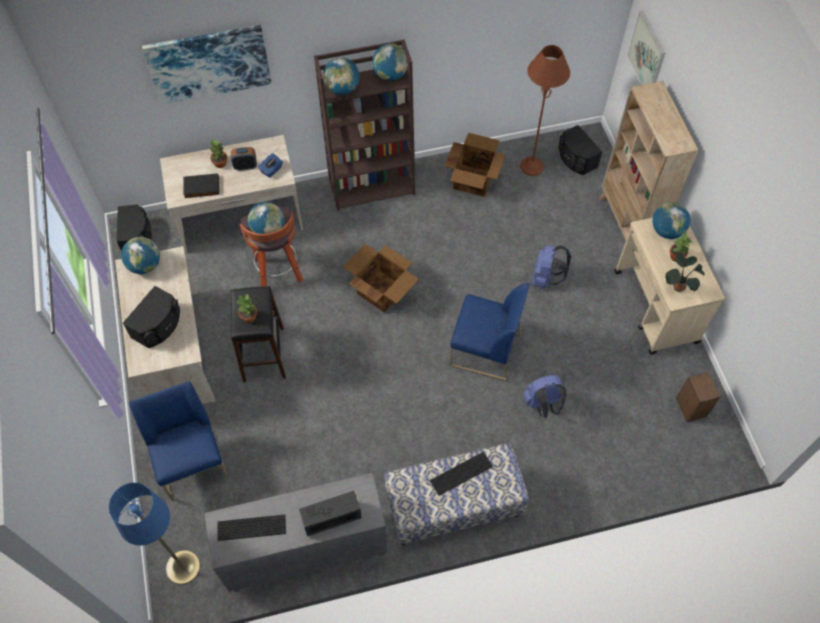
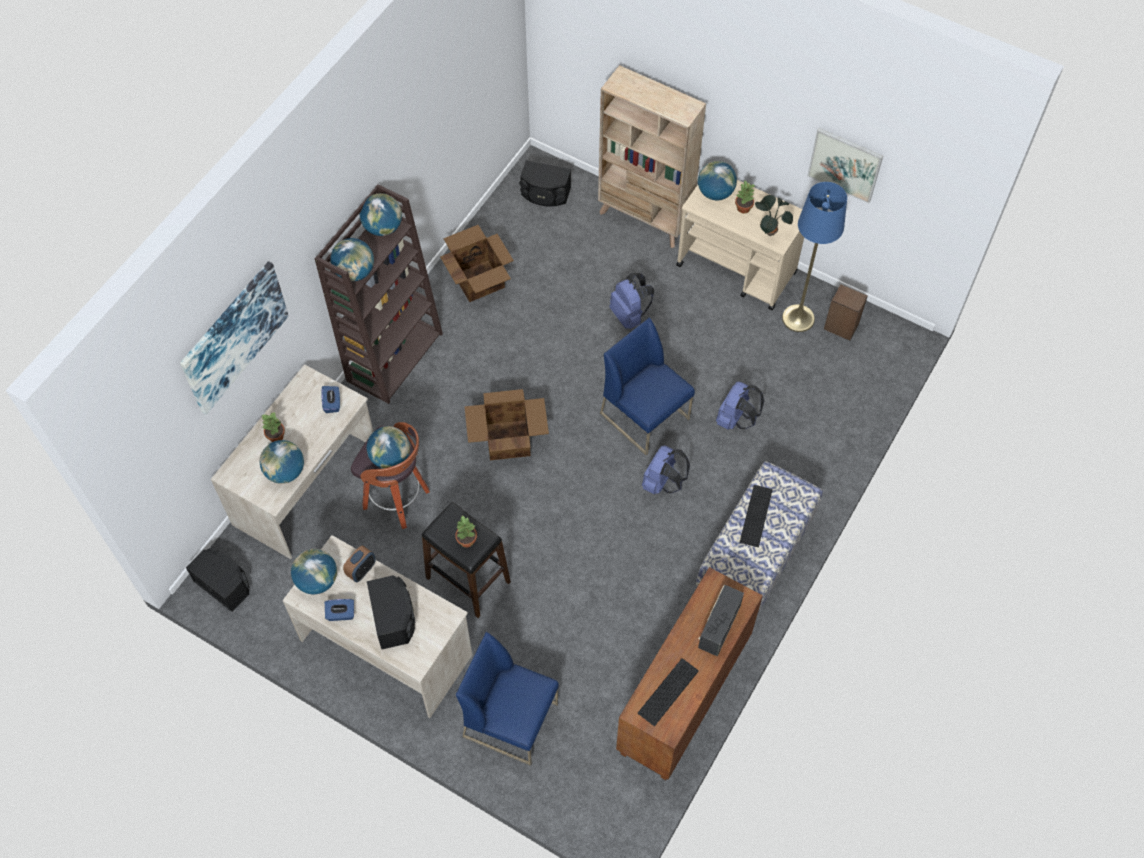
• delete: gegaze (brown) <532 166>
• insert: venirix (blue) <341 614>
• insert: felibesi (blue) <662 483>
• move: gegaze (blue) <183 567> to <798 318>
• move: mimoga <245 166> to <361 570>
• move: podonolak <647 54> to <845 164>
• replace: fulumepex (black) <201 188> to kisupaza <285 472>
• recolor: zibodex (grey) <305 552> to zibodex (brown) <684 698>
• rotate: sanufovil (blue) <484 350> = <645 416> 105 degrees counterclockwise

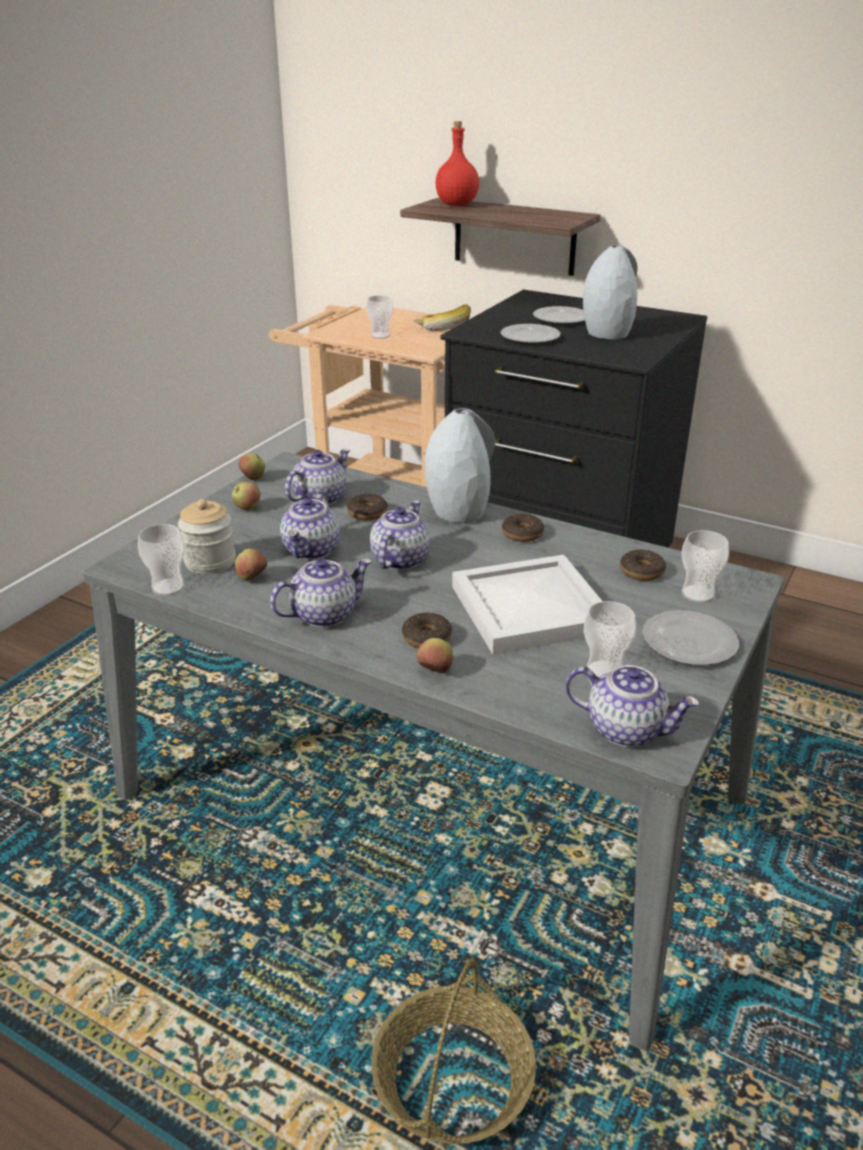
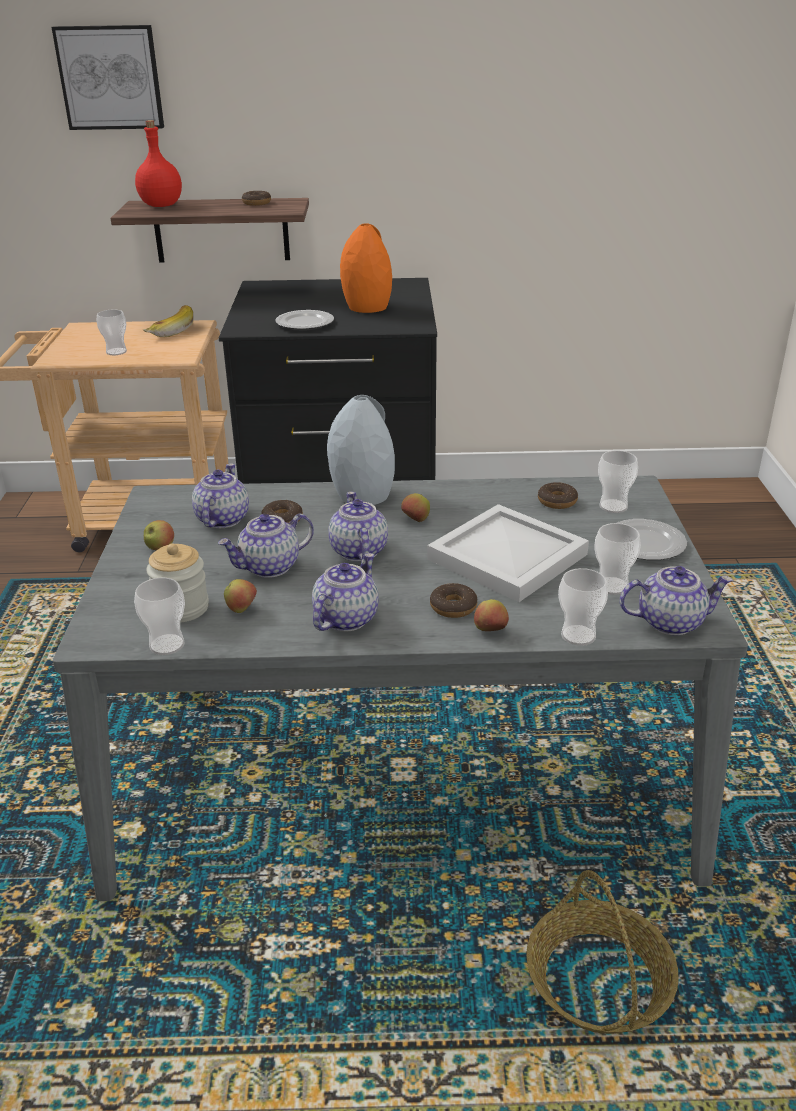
• delete: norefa <561 319>
• insert: podonolak <110 78>
• insert: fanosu <578 635>
• move: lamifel <253 479> to <415 520>
• move: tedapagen <522 534> to <256 203>
• recolor: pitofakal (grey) <607 333> to pitofakal (orange) <366 307>
• rotate: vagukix <312 550> = <269 567> 75 degrees clockwise

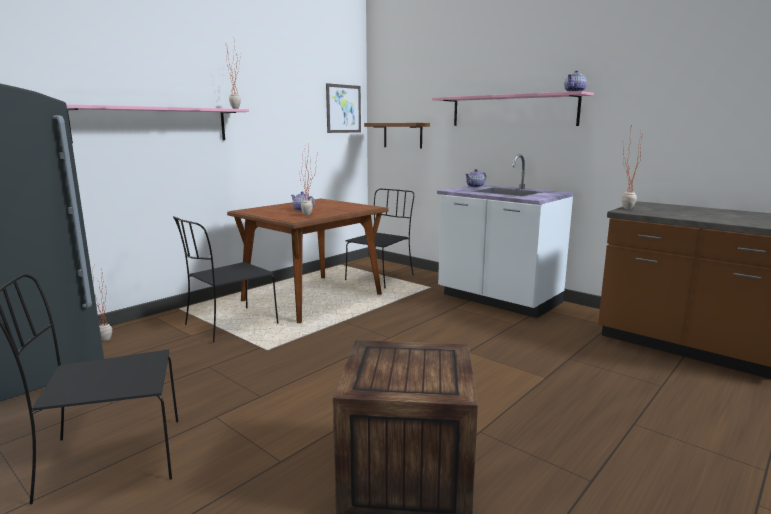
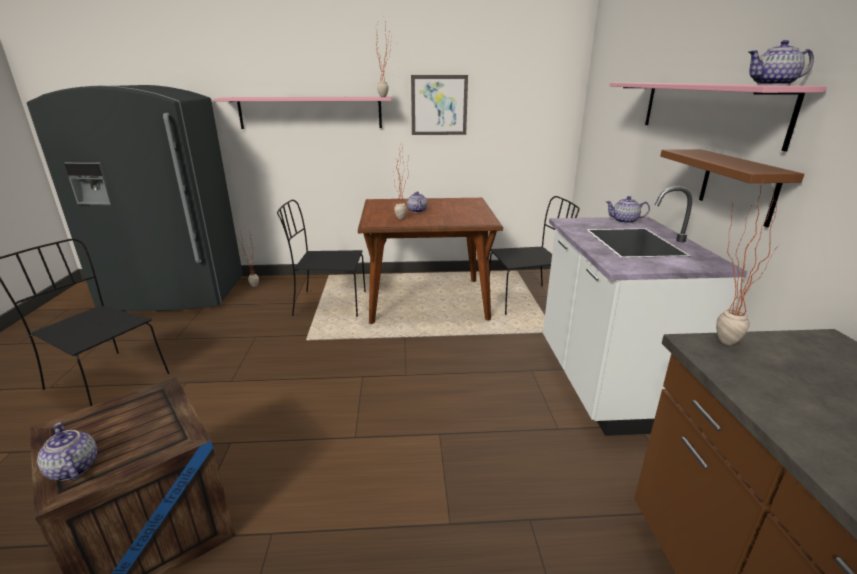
• insert: vagukix <73 469>
• move: podonolak <343 108> to <439 105>
• move: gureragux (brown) <402 135> to <738 186>

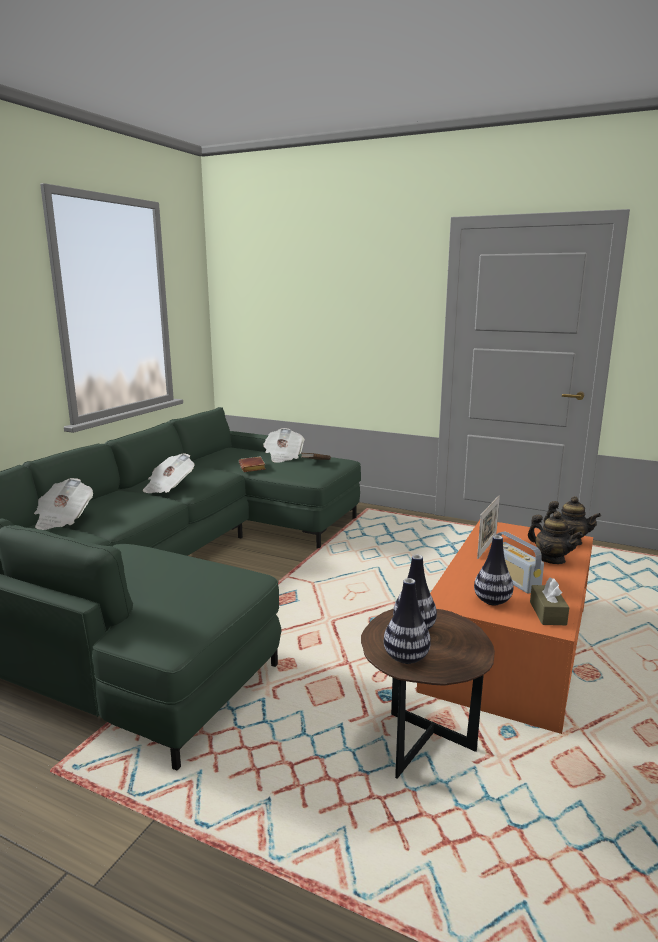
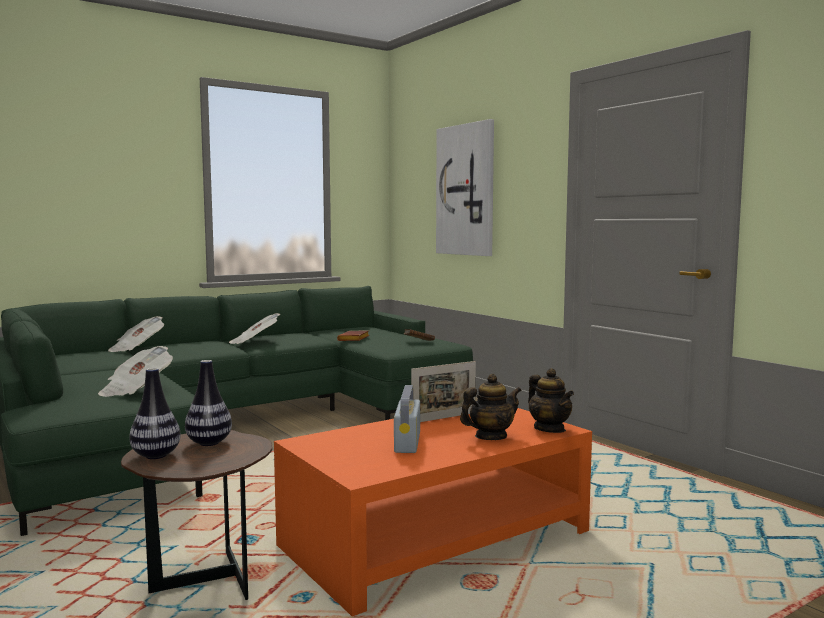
• delete: pitofakal <492 601>
• delete: venirix (brown) <547 613>
• insert: podonolak <466 190>
• move: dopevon <283 456> to <136 390>
• rotate: vagukix <551 559> = <490 437> 105 degrees counterclockwise

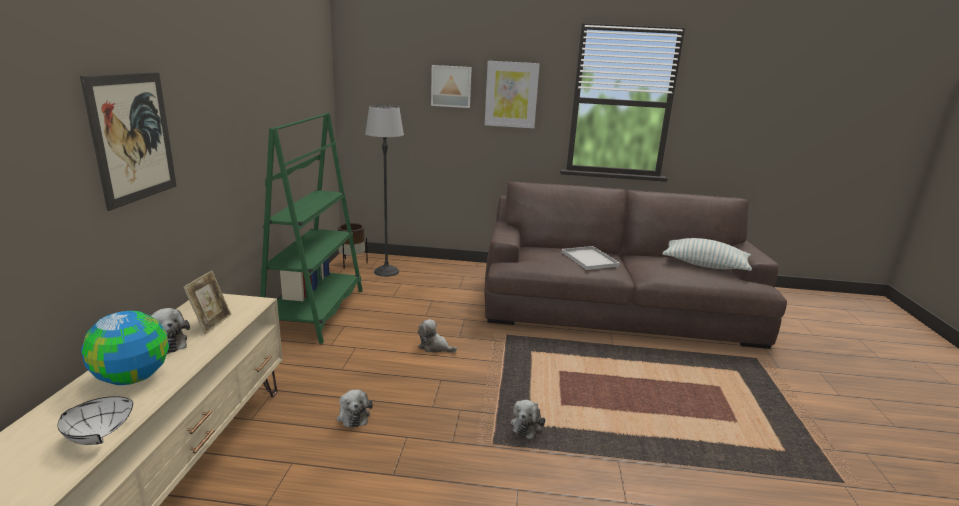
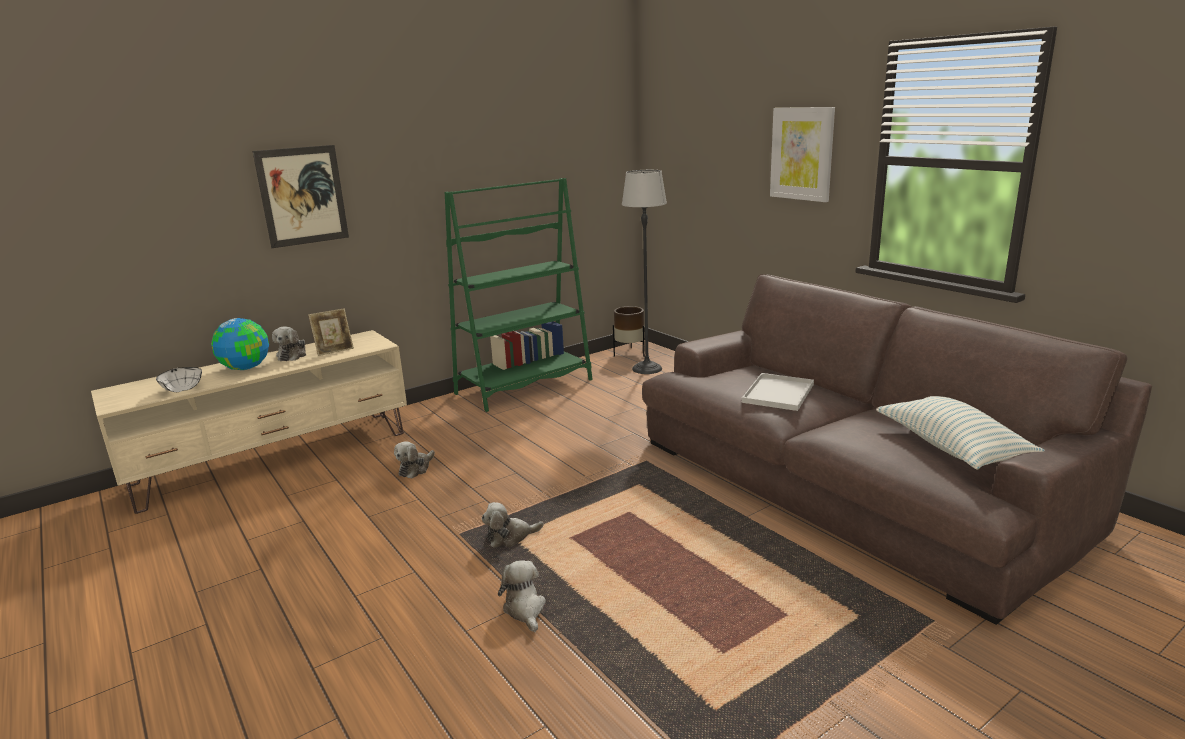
• delete: podonolak <451 86>
• move: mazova <434 347> to <525 609>

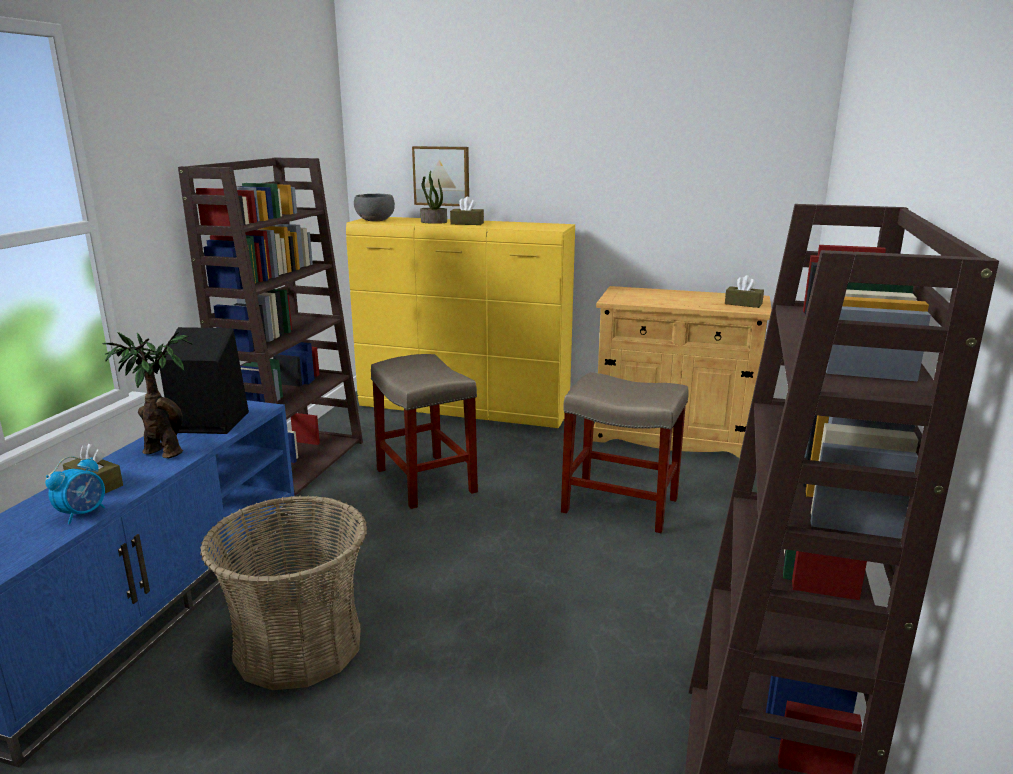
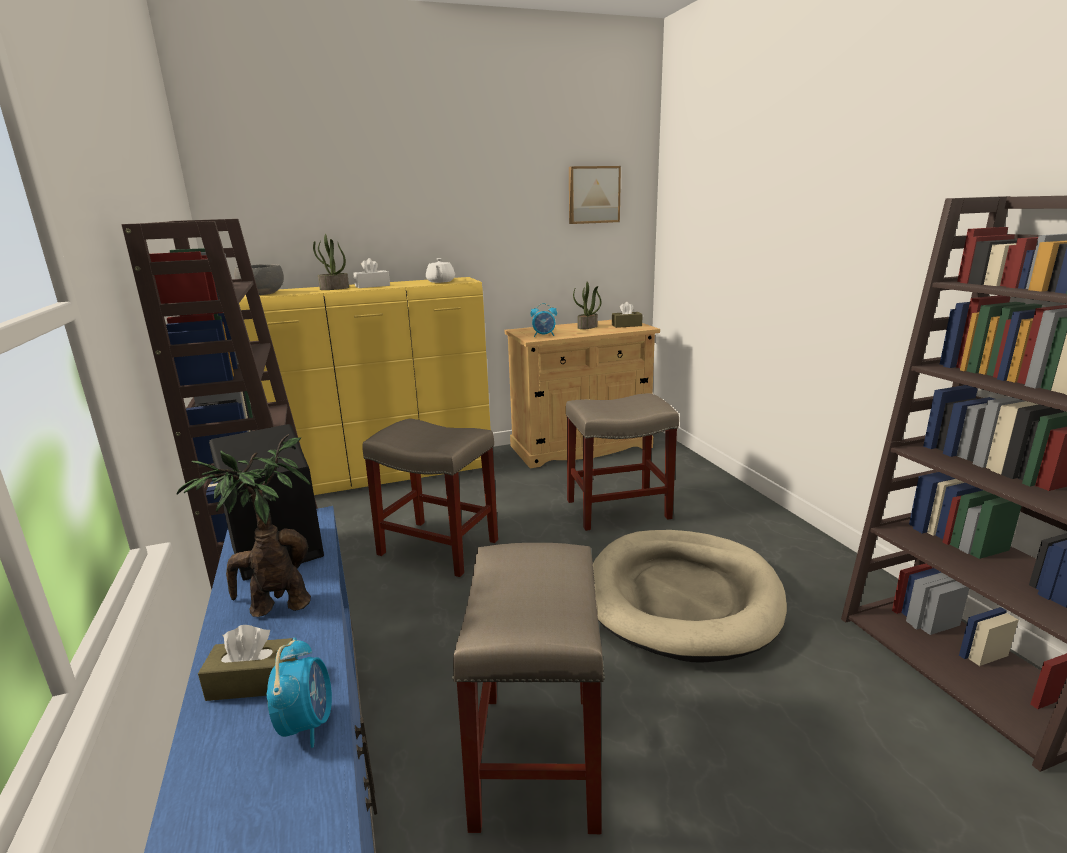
• insert: vagukix (white) <440 282>
• insert: mimoga <544 335>
• insert: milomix <587 327>
• insert: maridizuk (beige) <682 597>
• move: podonolak <442 176> to <593 195>
• replace: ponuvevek <298 645> to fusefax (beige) <536 755>
• recolor: venirix (brown) <467 223> to venirix (white) <372 286>

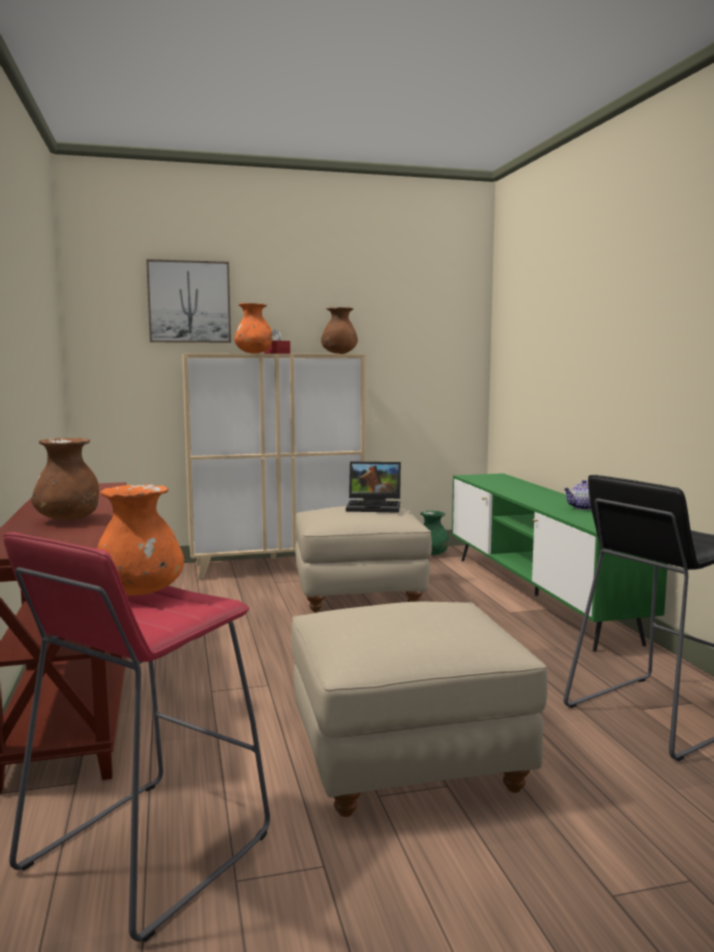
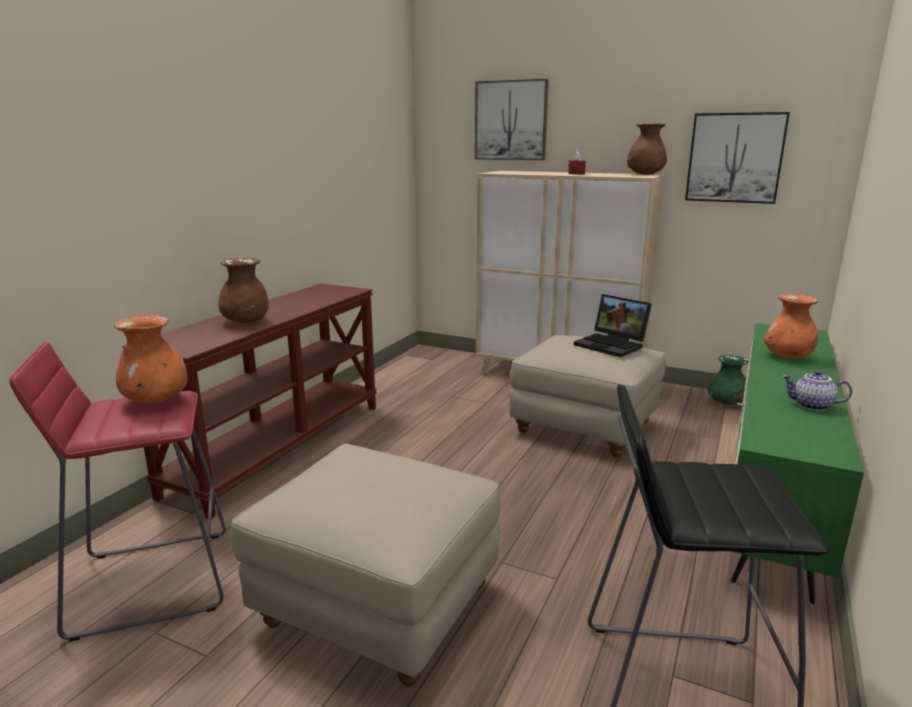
• insert: podonolak <735 158>
• move: pitofakal (orange) <253 353> to <787 356>

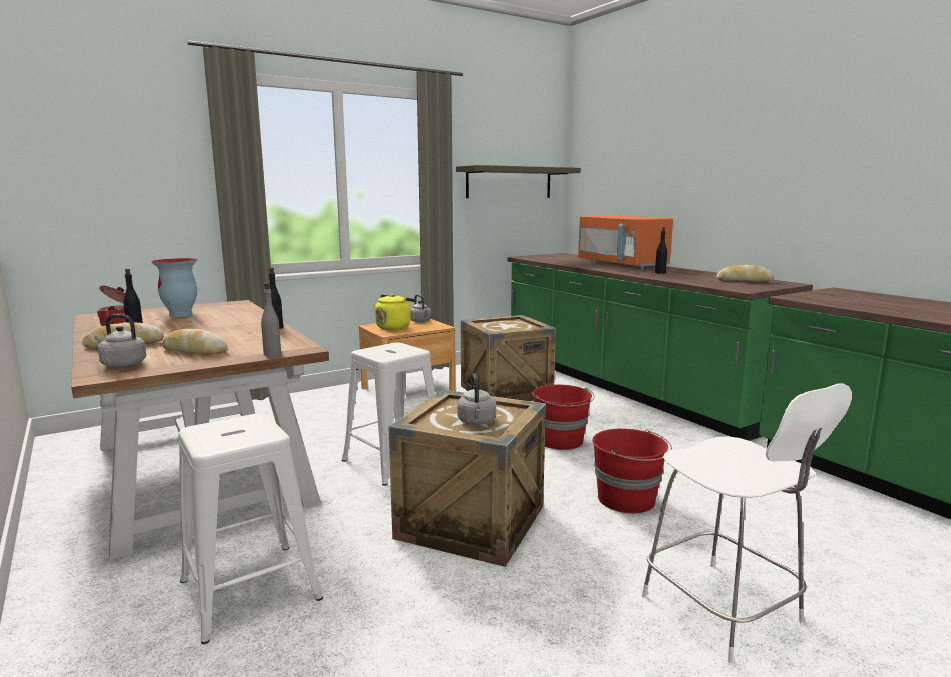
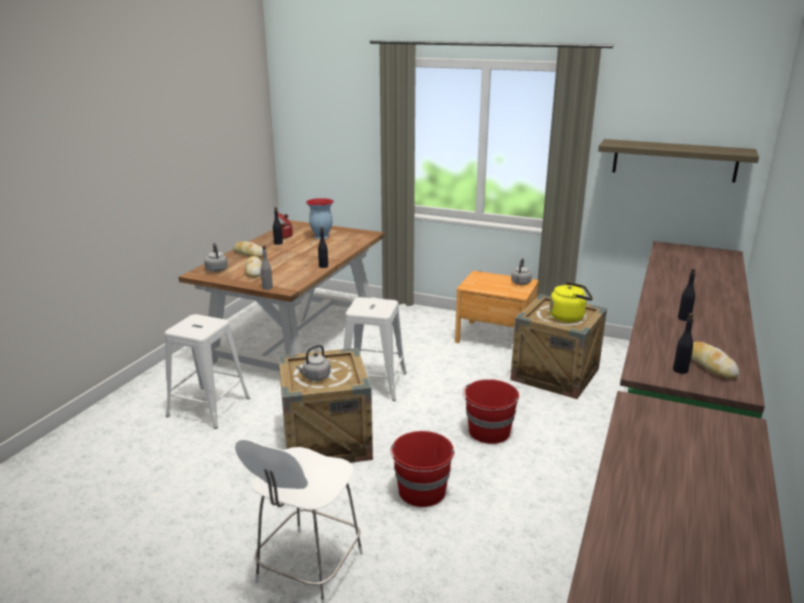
• delete: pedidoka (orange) <622 265>
• insert: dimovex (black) <680 370>
• move: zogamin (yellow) <394 327> to <569 317>

